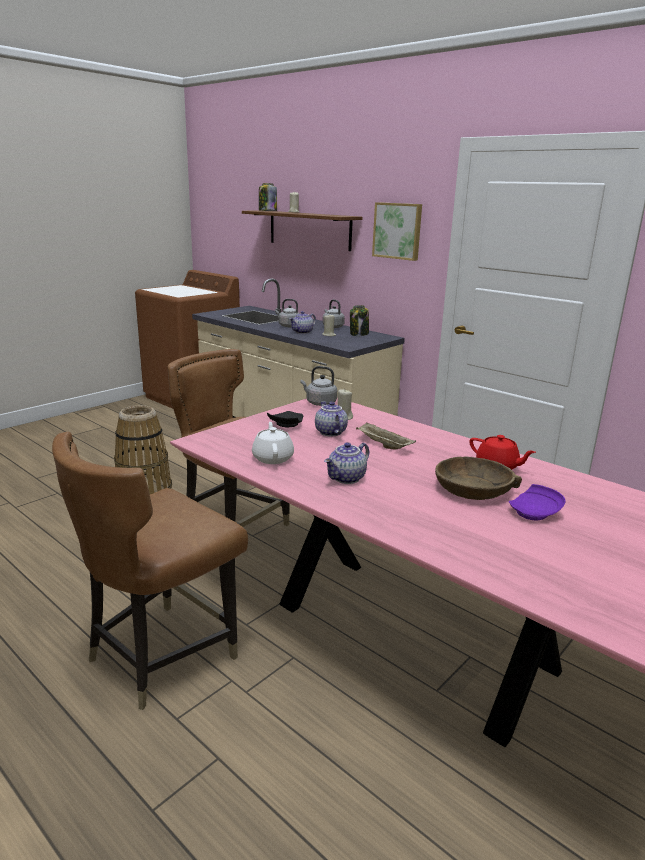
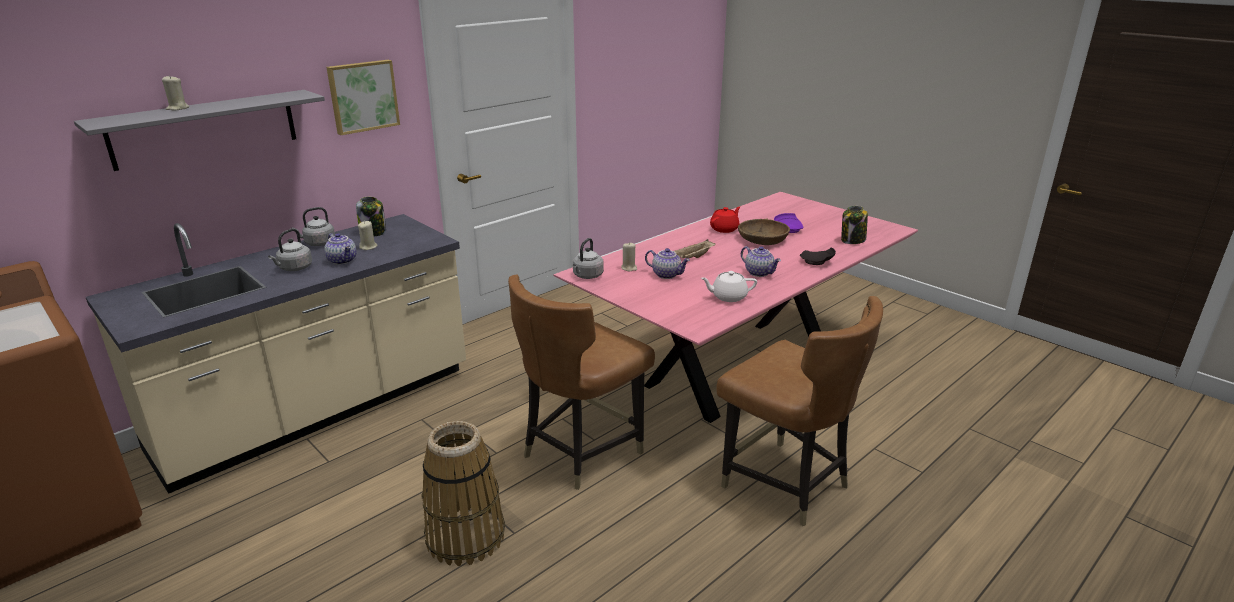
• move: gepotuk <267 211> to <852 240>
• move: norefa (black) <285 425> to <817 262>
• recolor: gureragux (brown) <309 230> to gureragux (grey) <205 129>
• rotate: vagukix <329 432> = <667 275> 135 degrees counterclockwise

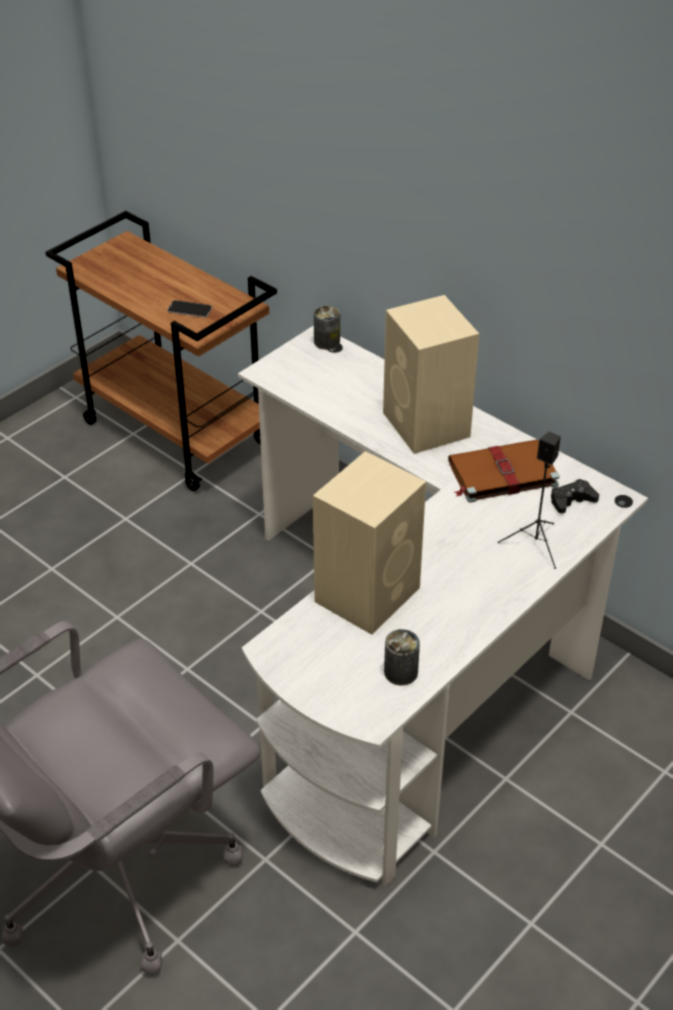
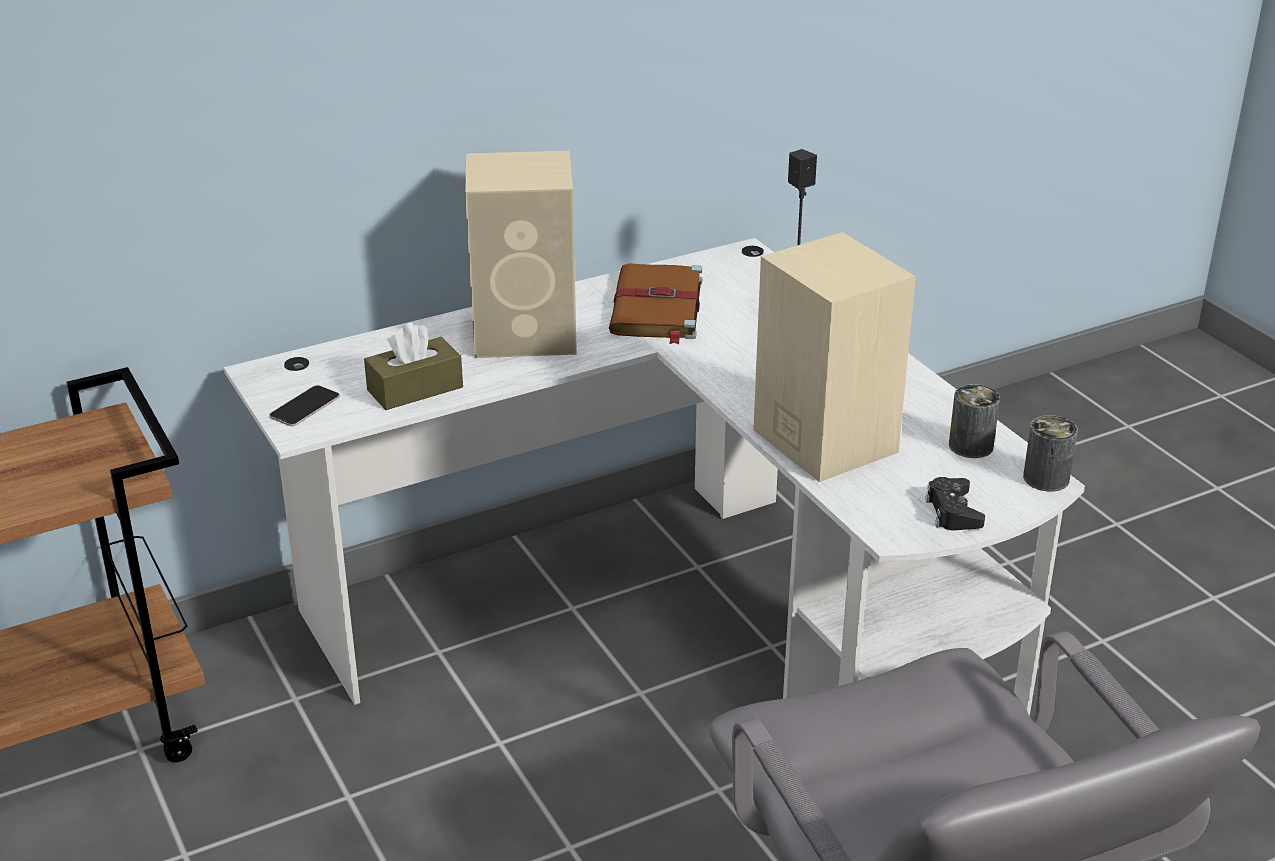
• insert: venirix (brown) <415 389>
• move: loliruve <189 309> to <305 407>
• move: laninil <327 342> to <1046 478>
• move: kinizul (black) <571 501> to <953 512>

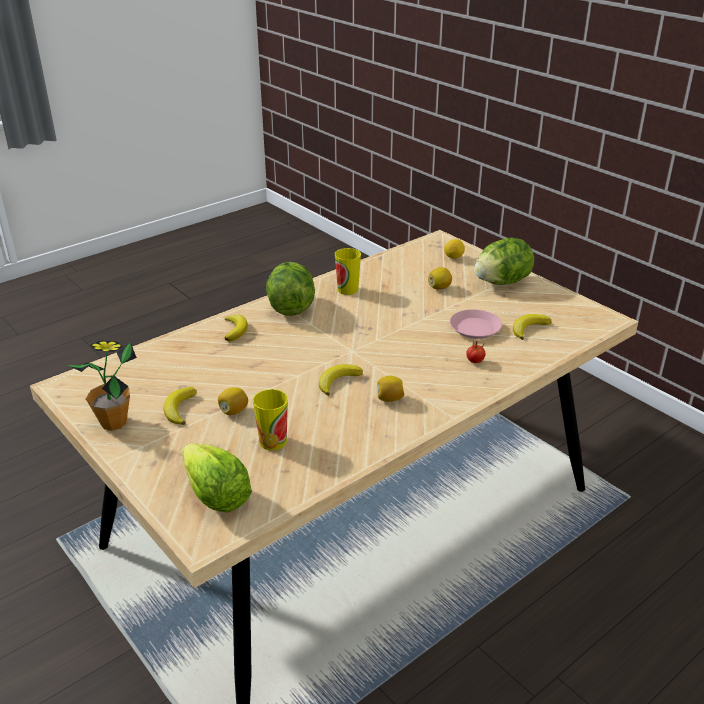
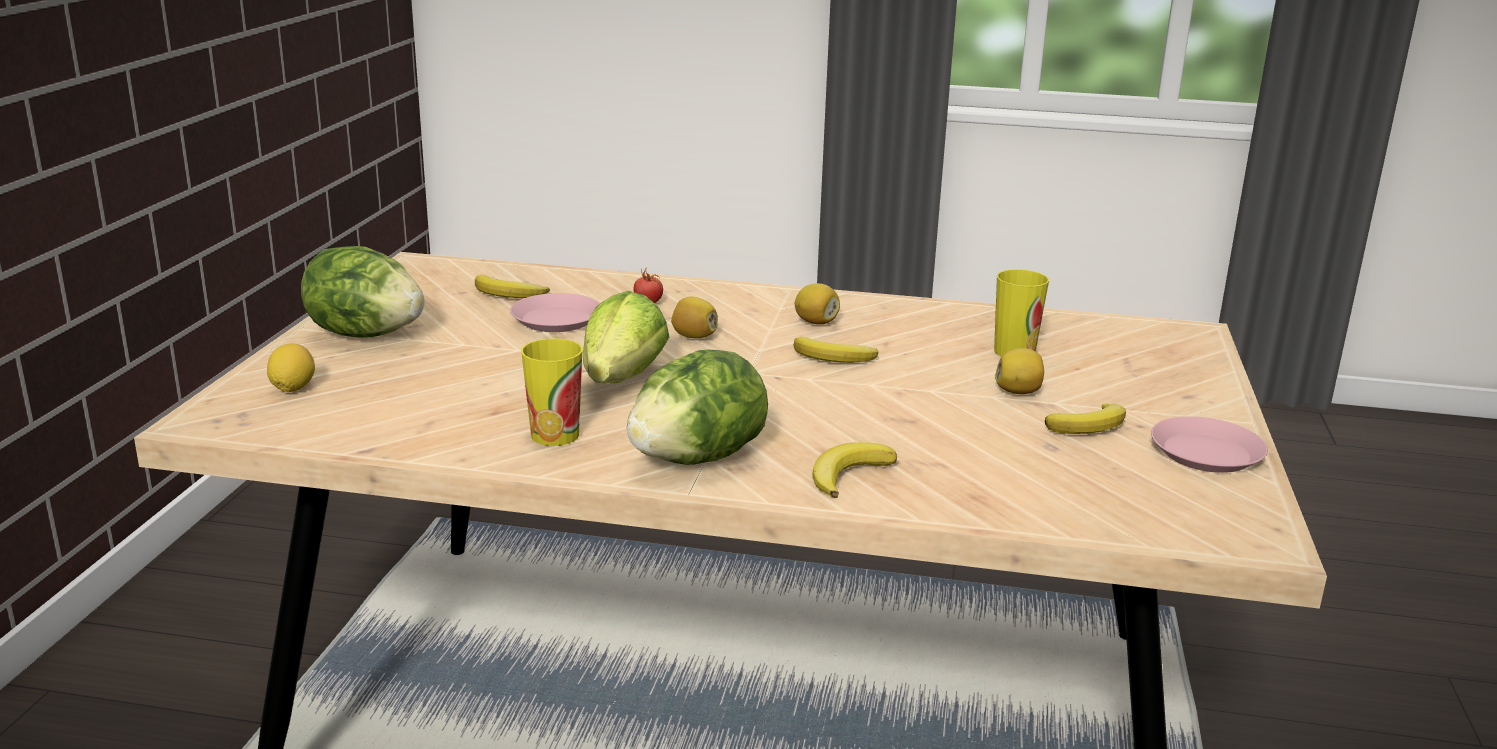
• move: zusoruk <216 496> to <622 379>
• move: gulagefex <439 287> to <694 337>
• replace: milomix <114 423> to norefa (pink) <1207 453>

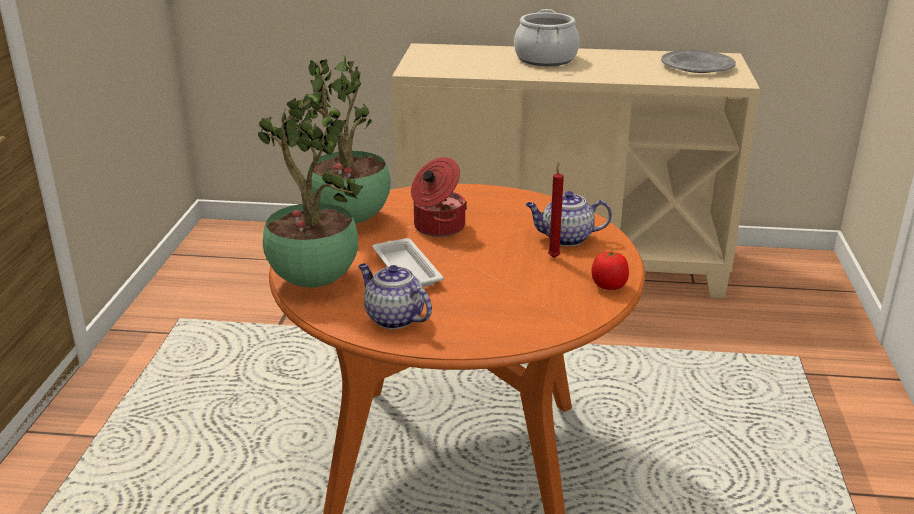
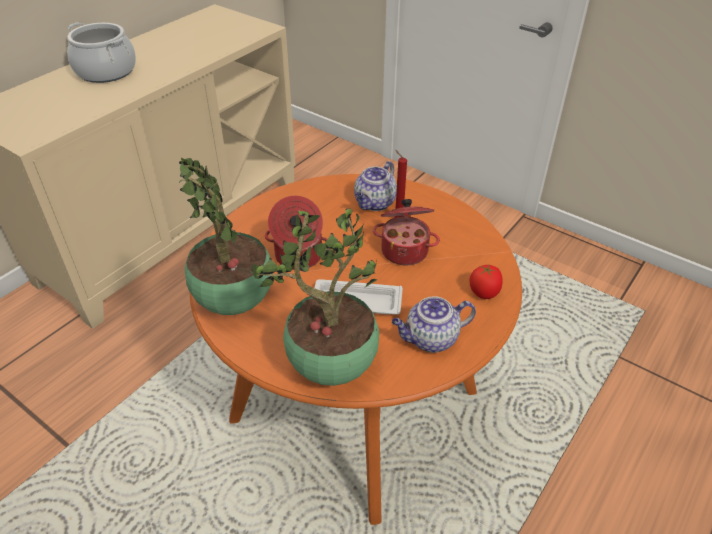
• delete: norefa (grey) <697 66>
• insert: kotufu <405 250>
• move: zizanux <609 286> to <484 293>

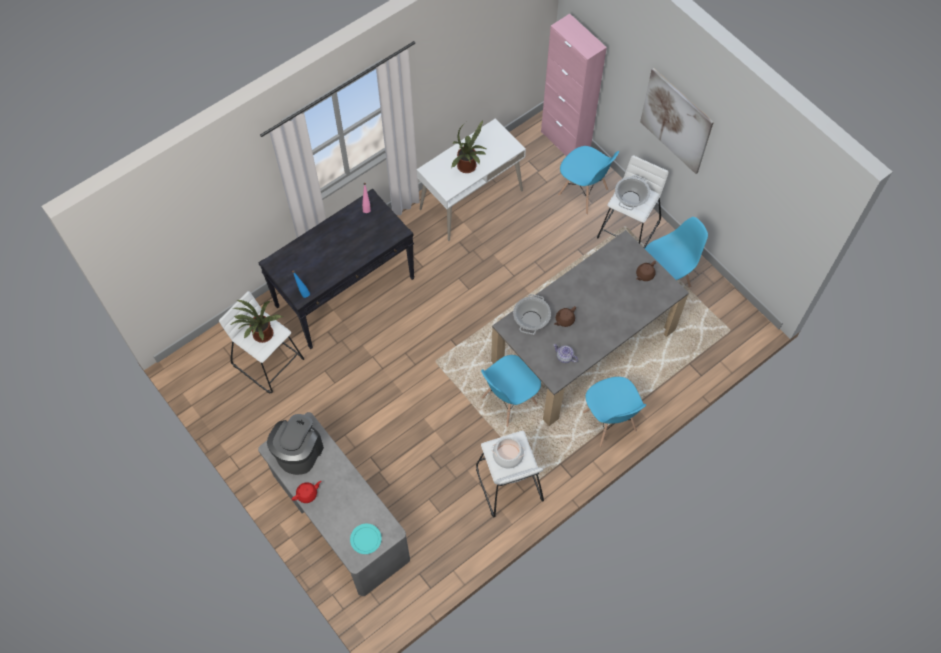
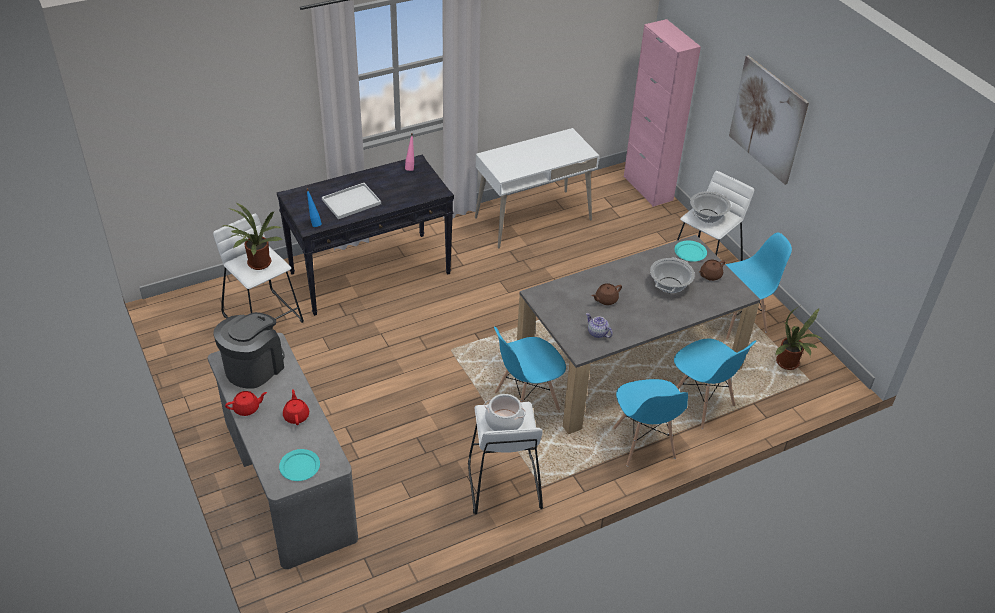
• insert: vagukix (red) <296 416>
• insert: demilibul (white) <352 201>
• insert: norefa (turquoise) <690 252>
• move: milomix <468 167> to <789 364>
• move: kotufu <531 319> to <669 285>
• move: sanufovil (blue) <583 193> to <701 404>

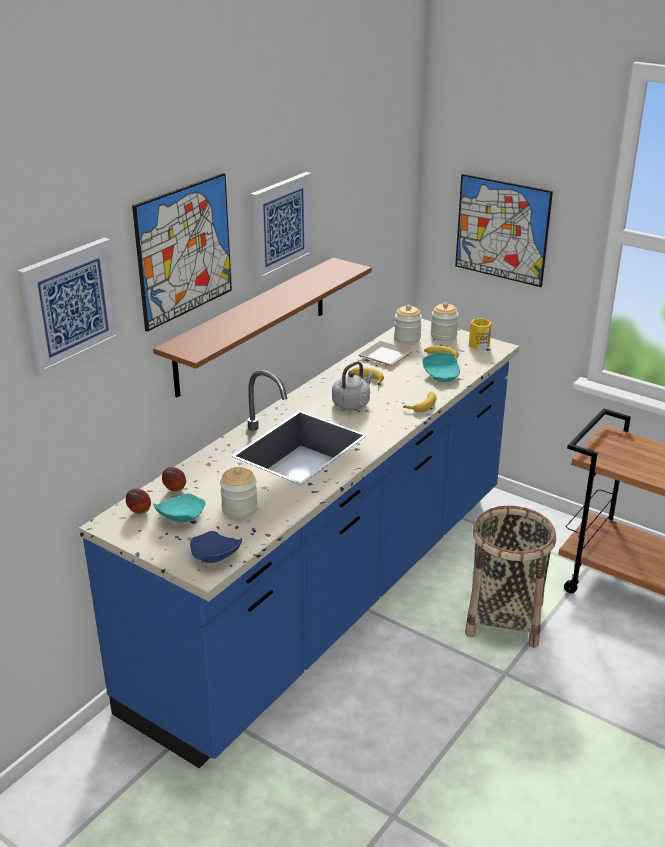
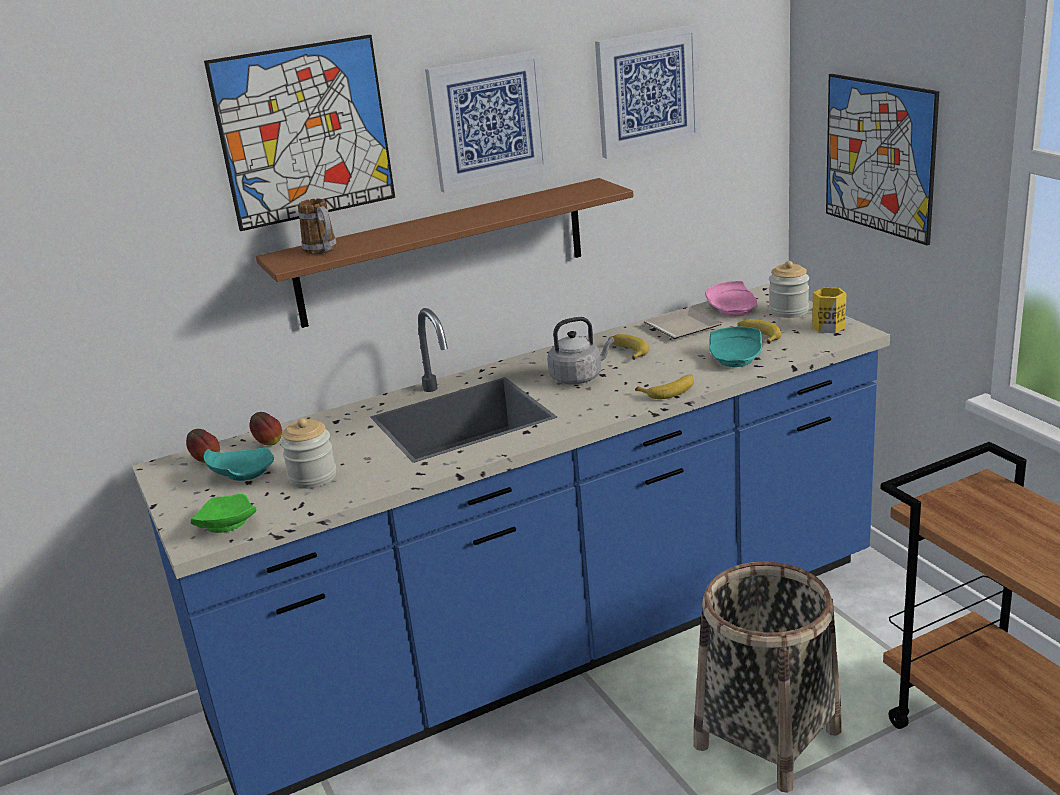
• insert: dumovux <323 251>
• move: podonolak <69 305> to <647 90>
• replace: gepotuk <407 338> to norefa (pink) <734 309>
• recolor: norefa (blue) <214 556> to norefa (green) <225 526>

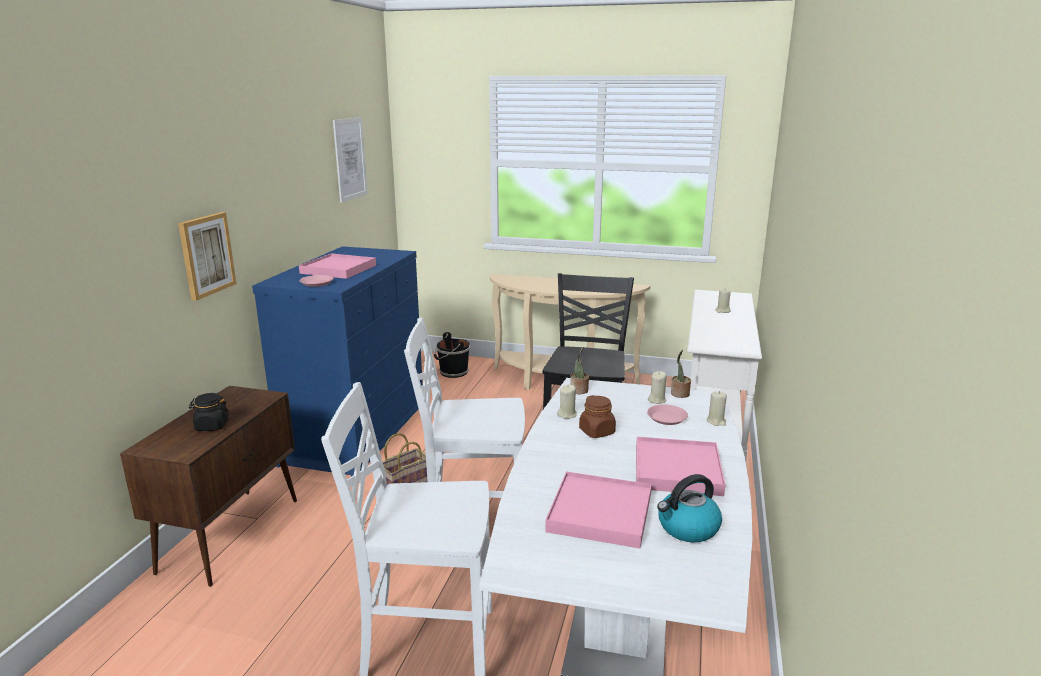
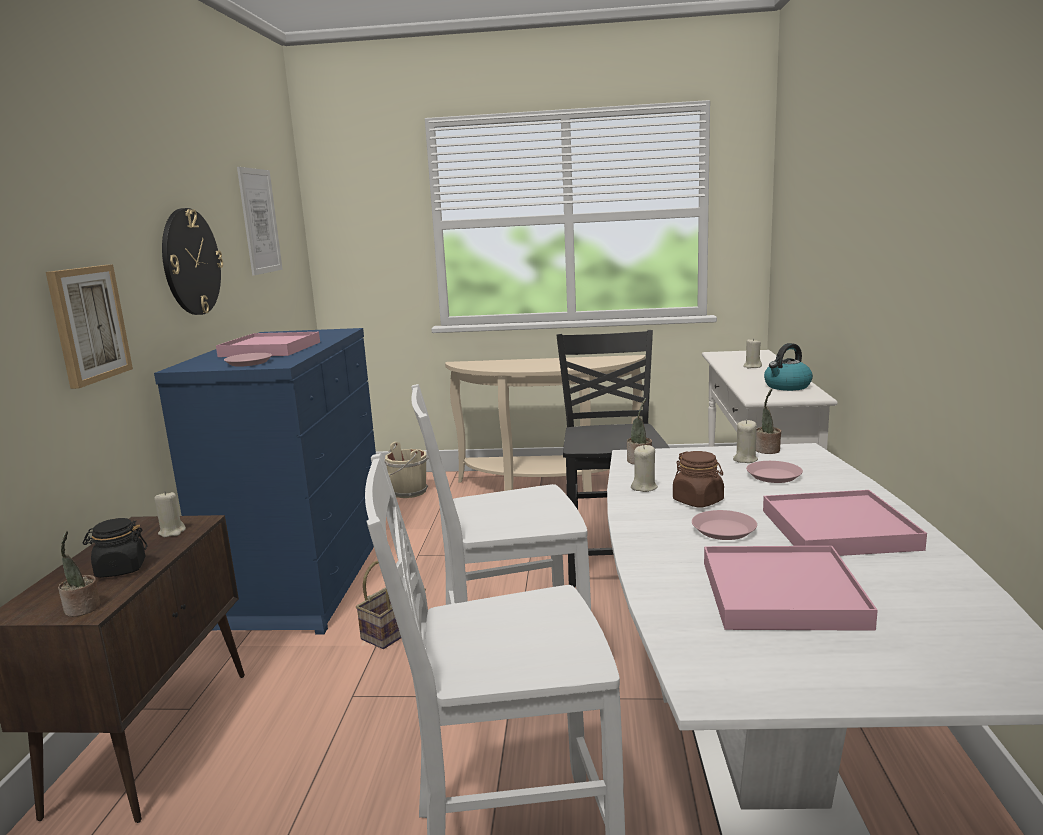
• insert: milomix <82 609>
• insert: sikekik <191 262>
• insert: norefa (pink) <724 530>
• move: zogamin <687 528> to <787 386>
• move: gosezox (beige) <716 421> to <172 532>
• recolor: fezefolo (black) <452 372> to fezefolo (beige) <407 492>

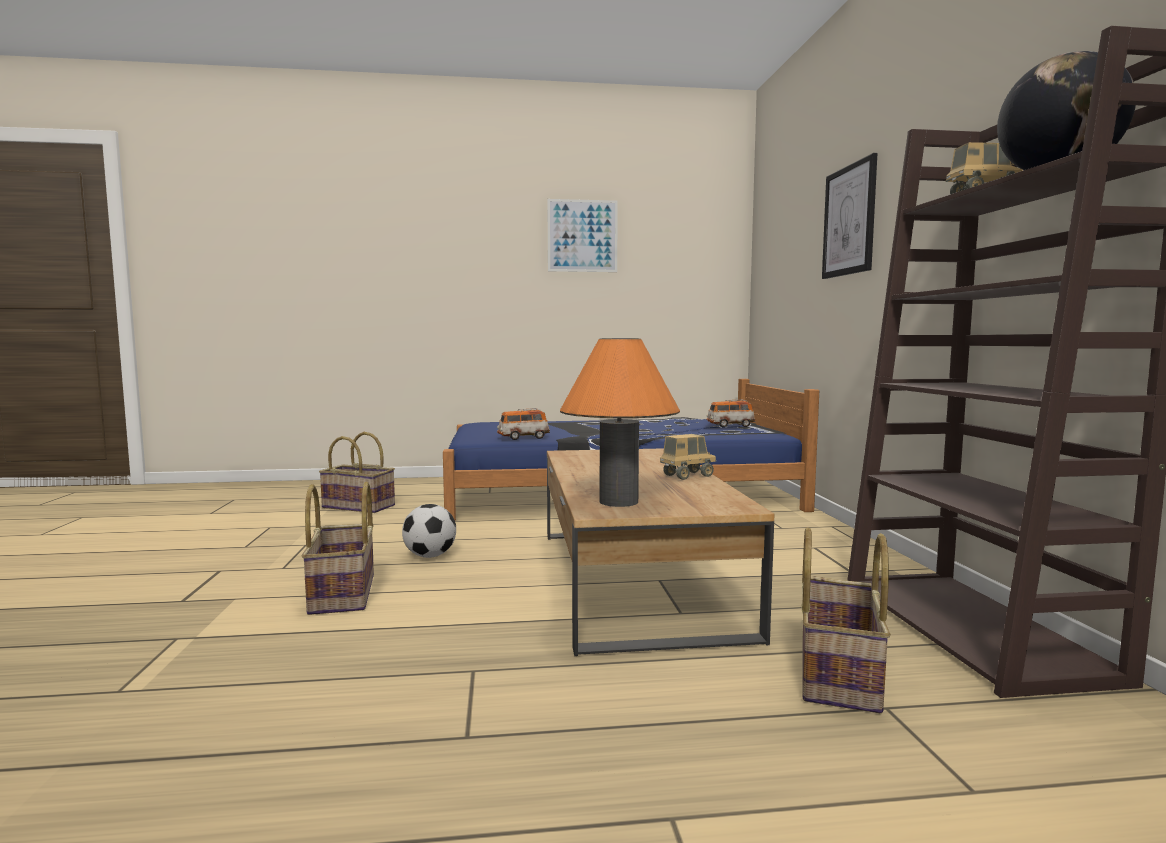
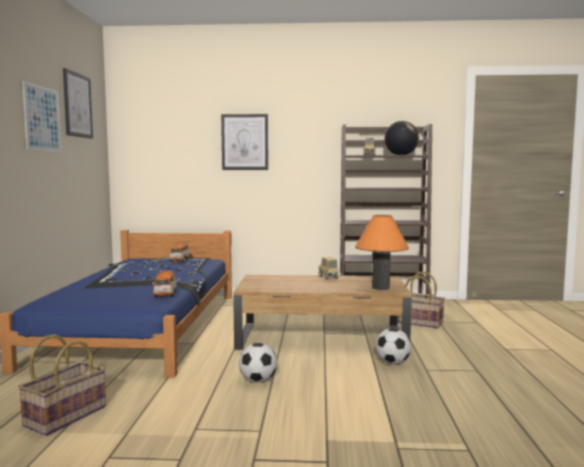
• delete: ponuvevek <344 594>
• insert: podonolak <77 105>
• insert: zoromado <392 363>

